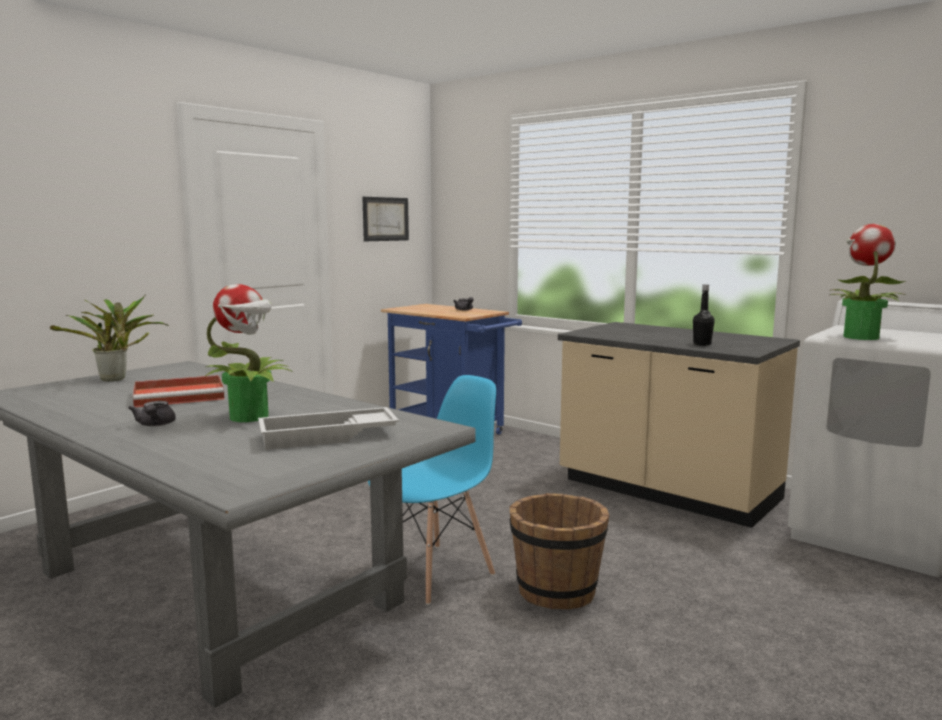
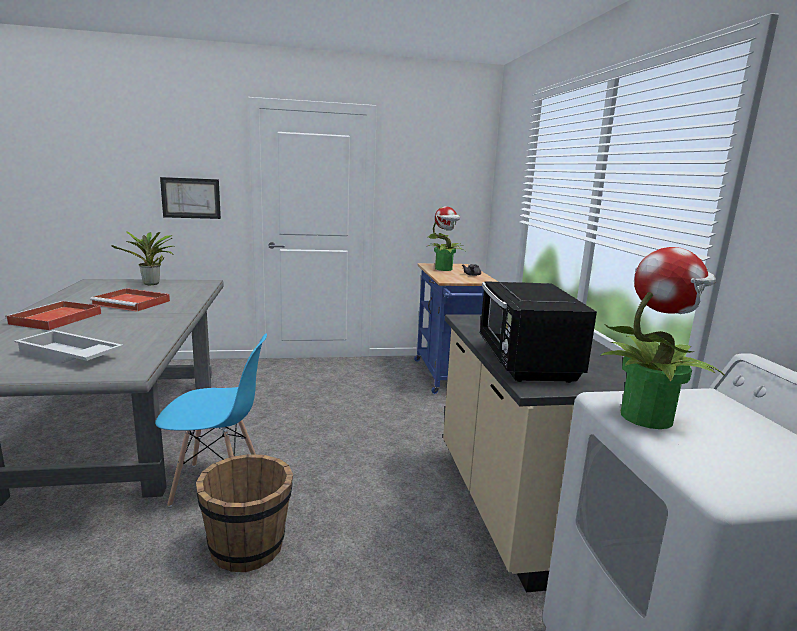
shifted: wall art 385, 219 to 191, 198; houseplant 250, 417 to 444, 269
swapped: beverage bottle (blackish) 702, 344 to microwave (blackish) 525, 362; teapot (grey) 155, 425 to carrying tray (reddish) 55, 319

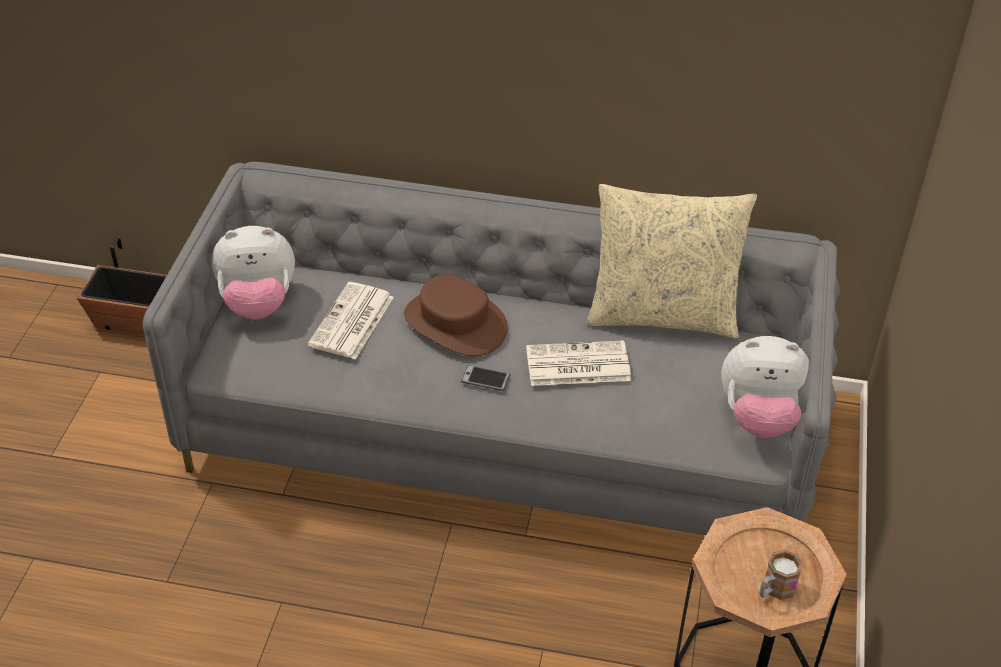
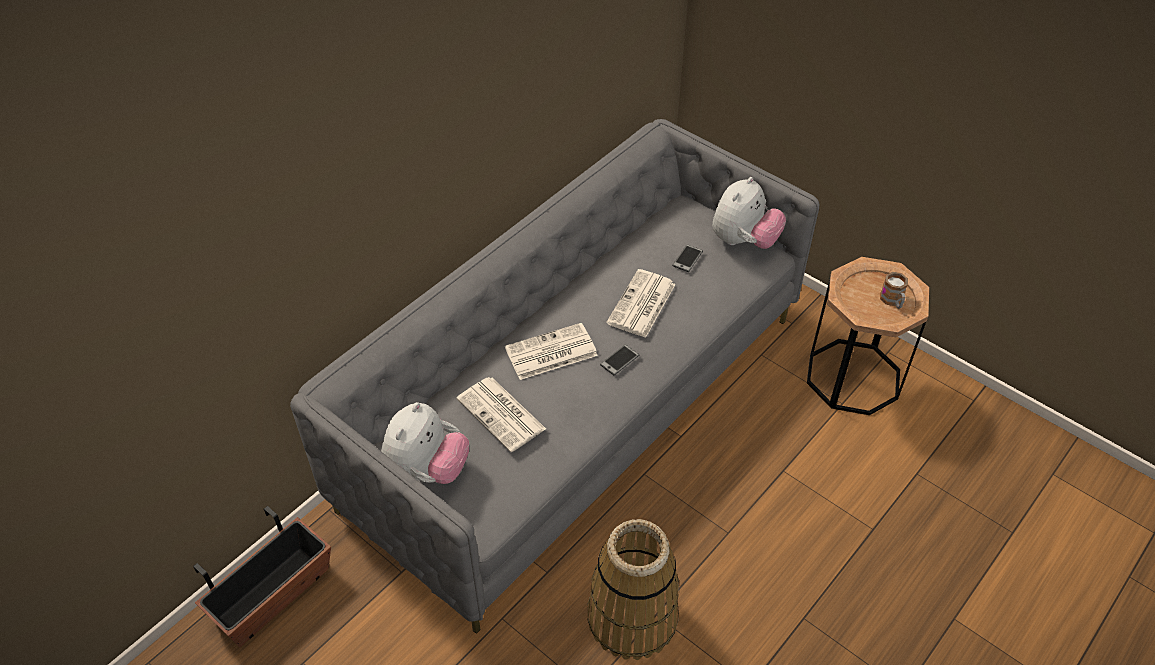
gone: throw pillow (beige) 662, 314
new: phone 687, 258; household basket 631, 617
swapped: wearable hat (brown-coloured) 455, 323 to daily paper 550, 353

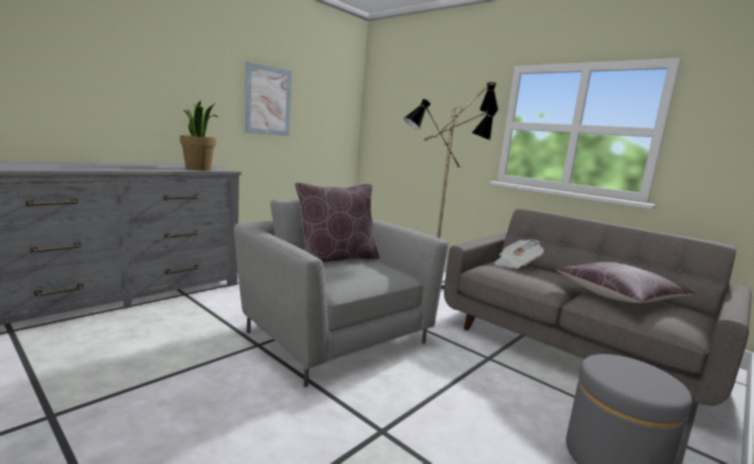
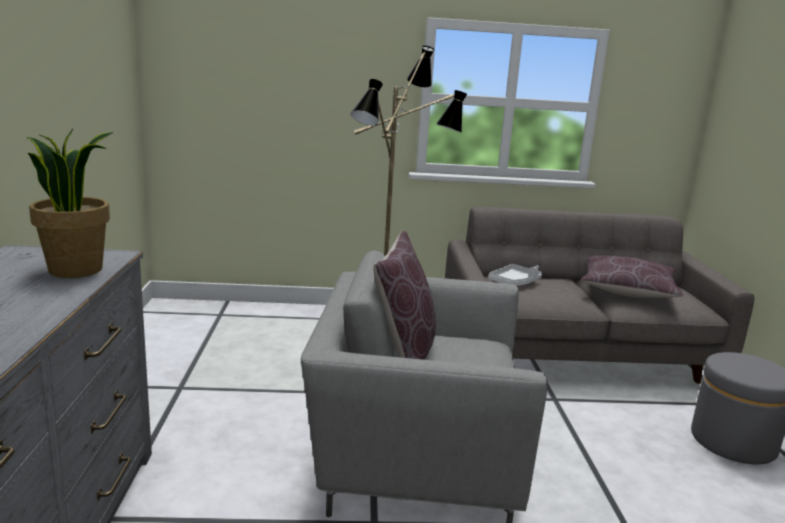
gone: wall art 268, 101
swapped: daily paper 516, 265 to carrying tray (white-coloured) 514, 282

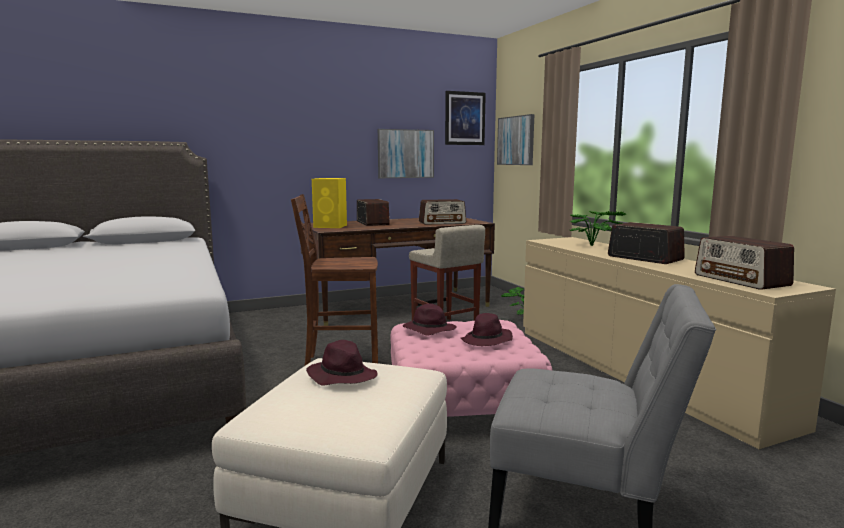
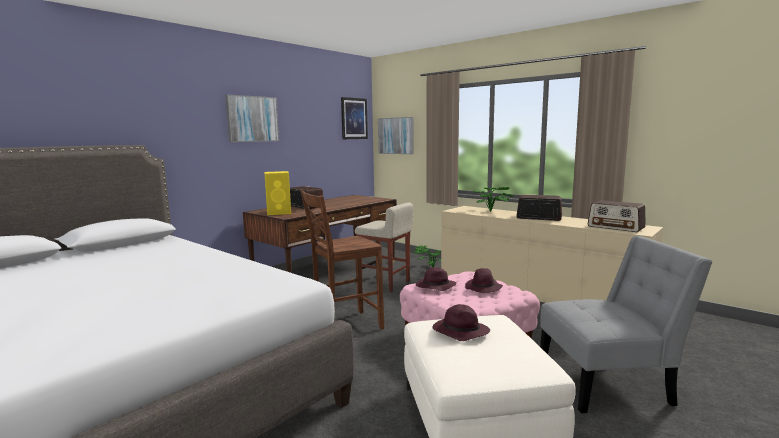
gone: radio receiver 442, 223
shifted: wall art 405, 153 to 252, 119

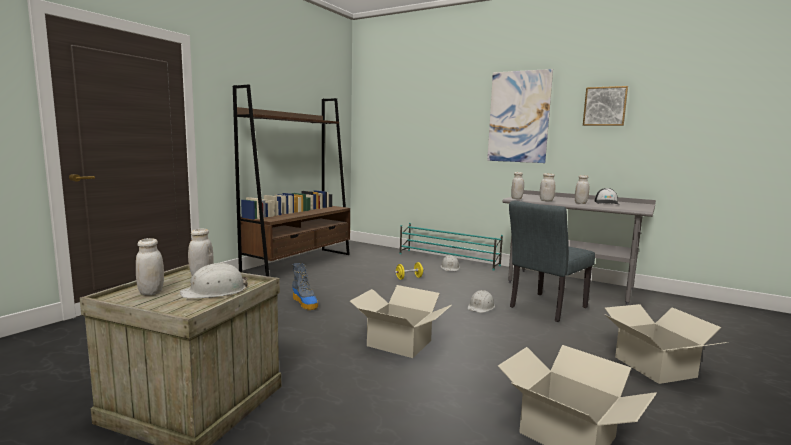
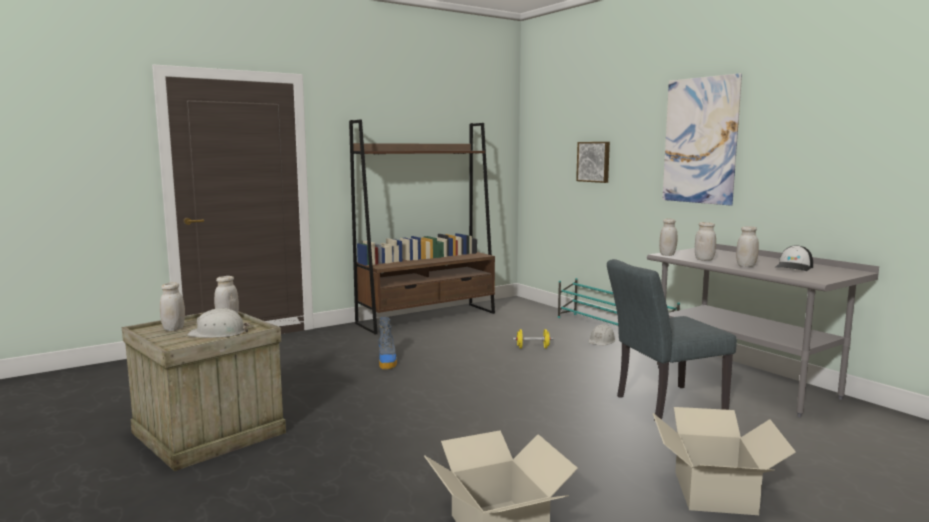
gone: packing box 399, 343; hard hat (white-coloured) 481, 307
shifted: wall art 605, 106 to 594, 162

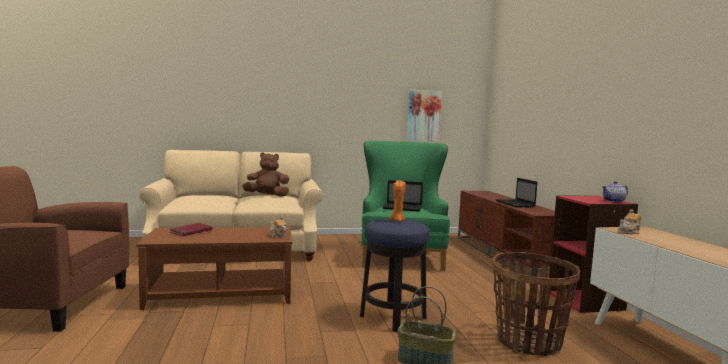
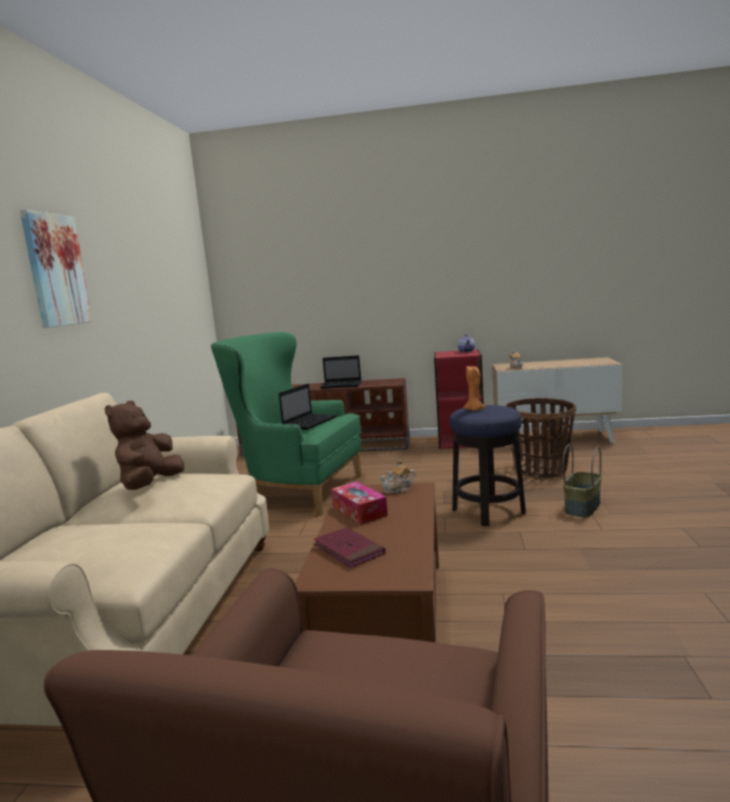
new: box of tissues 359, 511
shifted: wall art 423, 116 to 56, 270

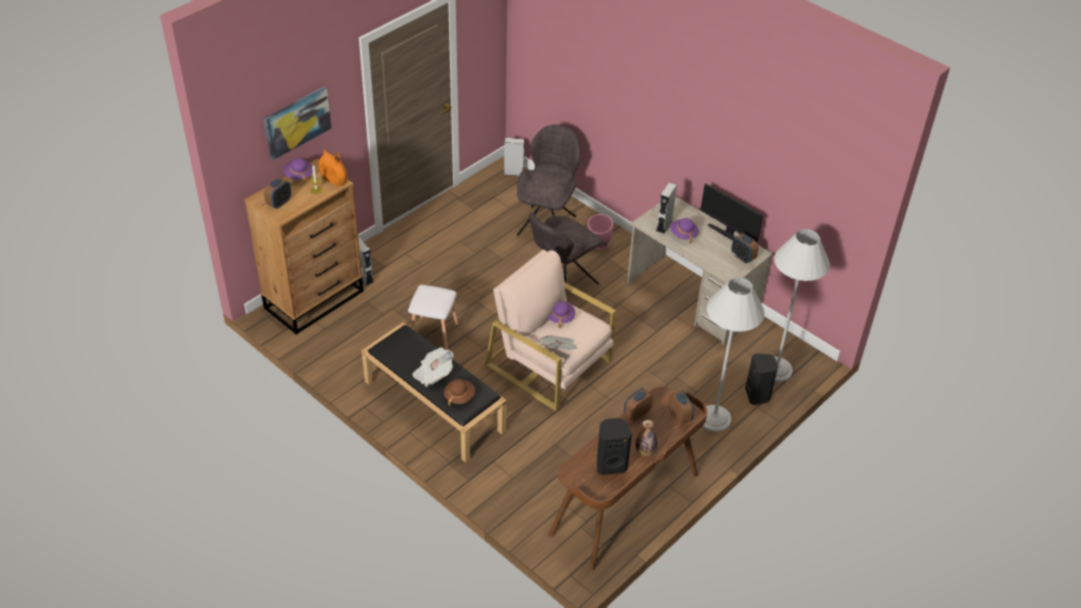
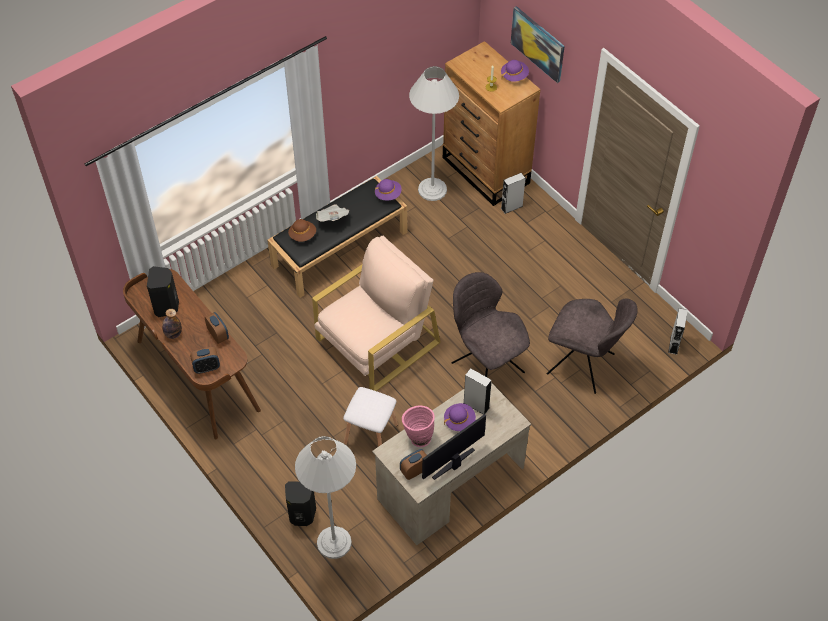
gone: flower vase (orange-coloured) 333, 179; table clock 279, 203; daily paper 559, 349
shifted: flower vase (pinkish) 598, 246 to 417, 437; standing lamp (white-coloured) 714, 418 to 432, 189; stool seat (white-coloured) 433, 334 to 371, 433; wearable hat (purple-coloured) 560, 317 to 388, 194

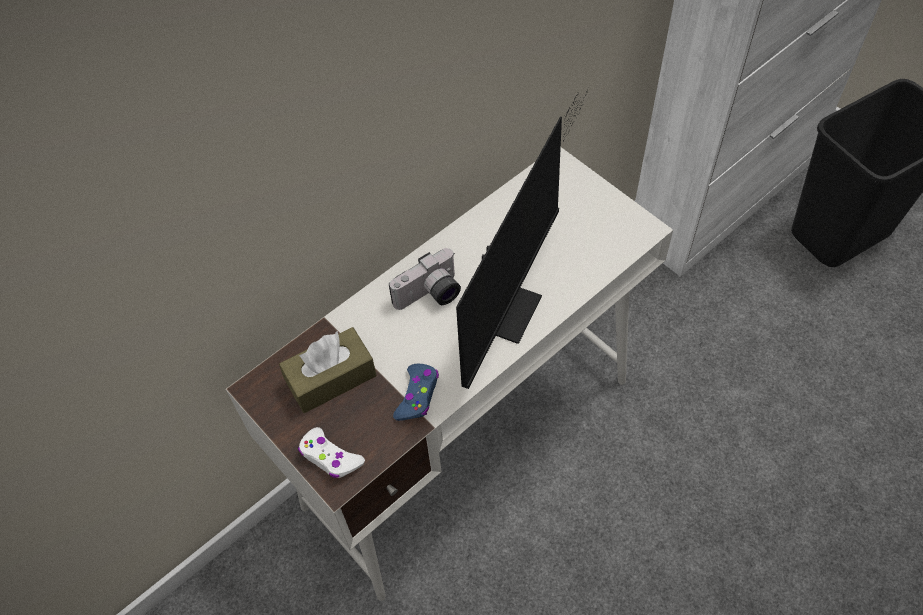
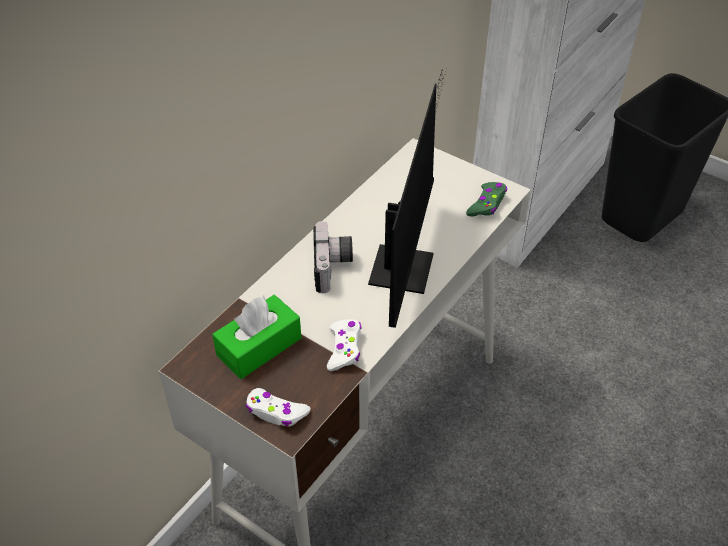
new: gamepad (green) 487, 204
repainted: box of tissues (brown-coloured) 331, 378 to box of tissues (green) 259, 346; gamepad (blue-coloured) 417, 396 to gamepad (white-coloured) 344, 348
rotated: still camera 430, 296 = 333, 267 45 degrees counterclockwise

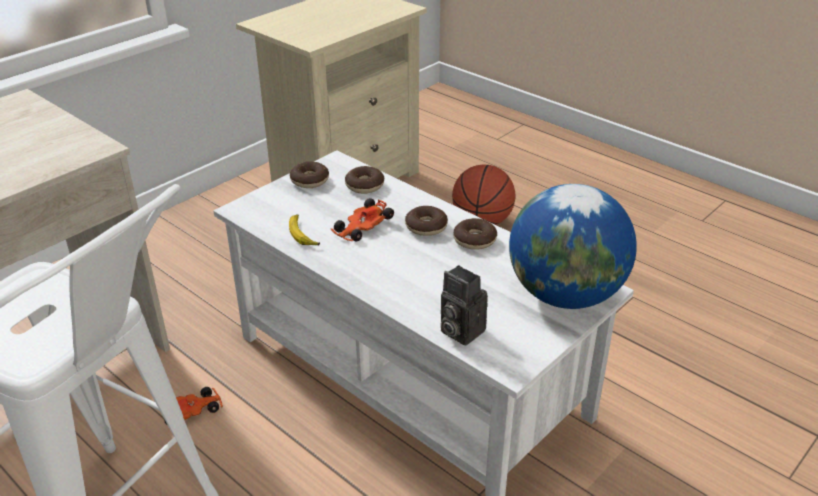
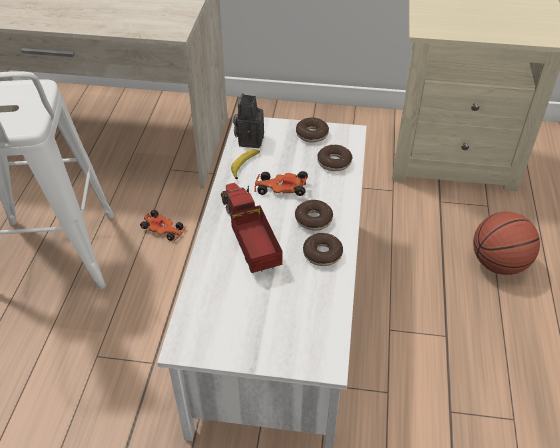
gone: globe 565, 295
new: toy lorry 249, 237
shifted: still camera 459, 331 to 249, 139

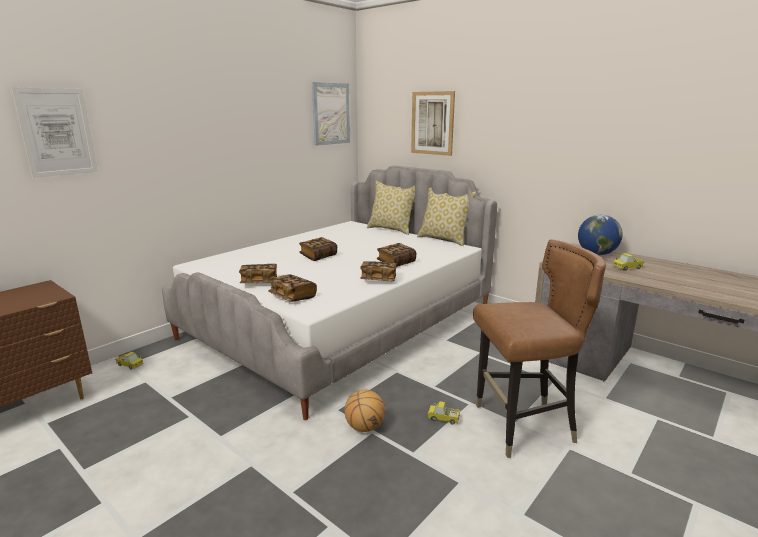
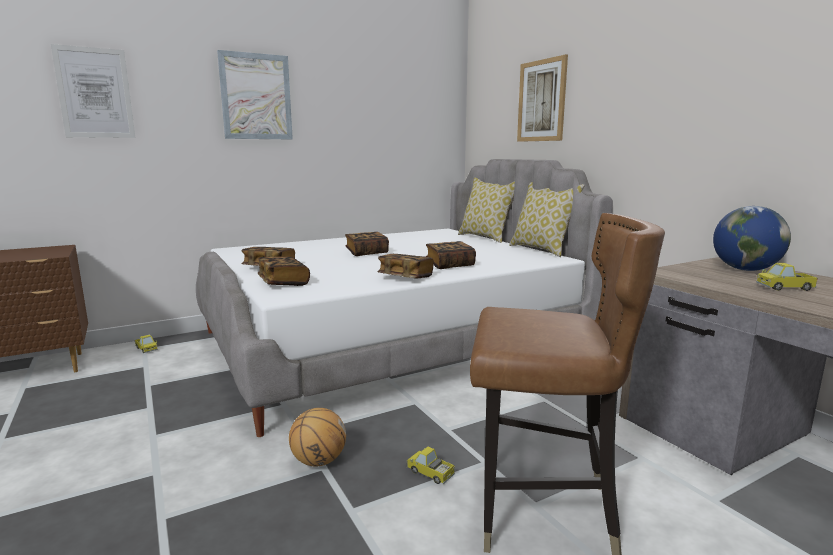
shifted: wall art 331, 114 to 256, 97

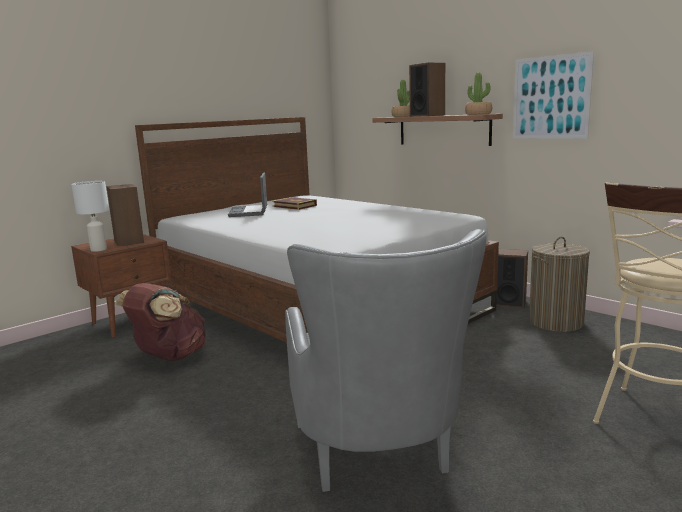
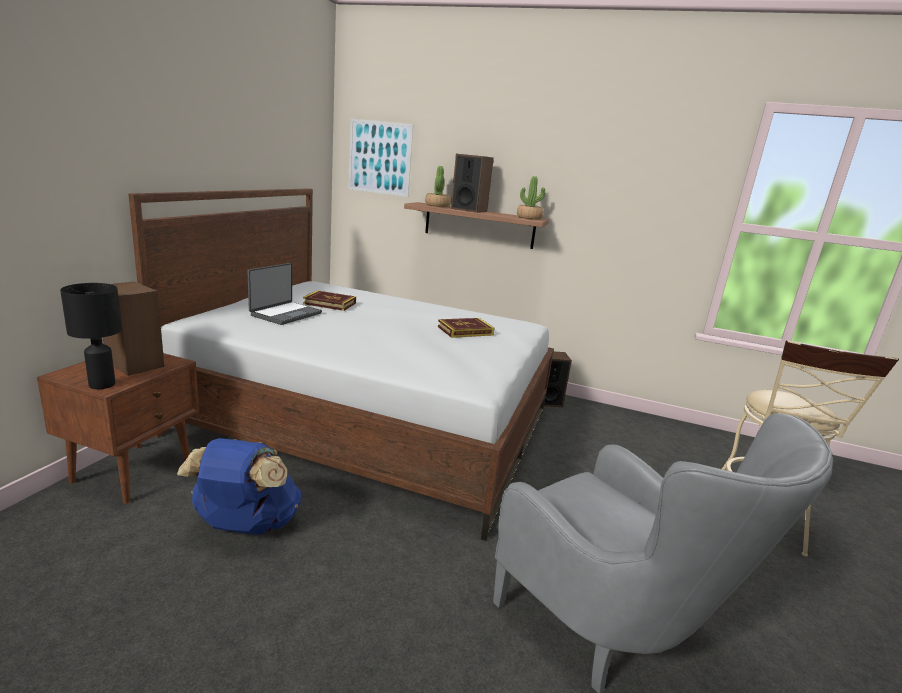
gone: washing basket 556, 322
new: book 465, 331
shifted: wall art 550, 97 to 379, 158
repainted: table lamp (white-coloured) 98, 250 to table lamp (blackish) 102, 385; knapsack (brown-coloured) 169, 356 to knapsack (blue-coloured) 245, 526
rotated: notebook computer 249, 212 = 285, 314 120 degrees counterclockwise

